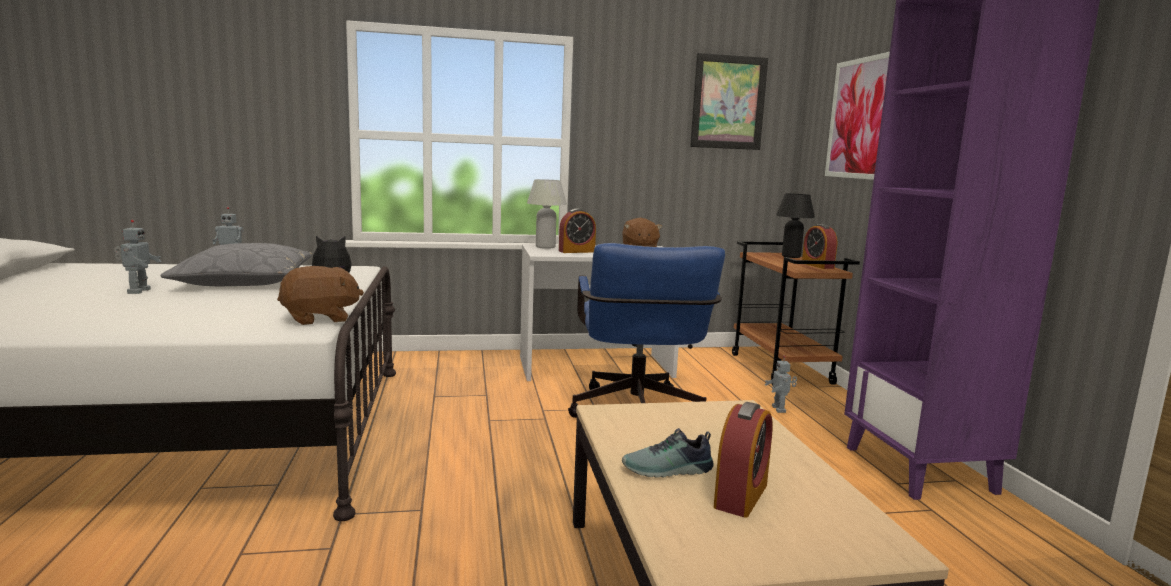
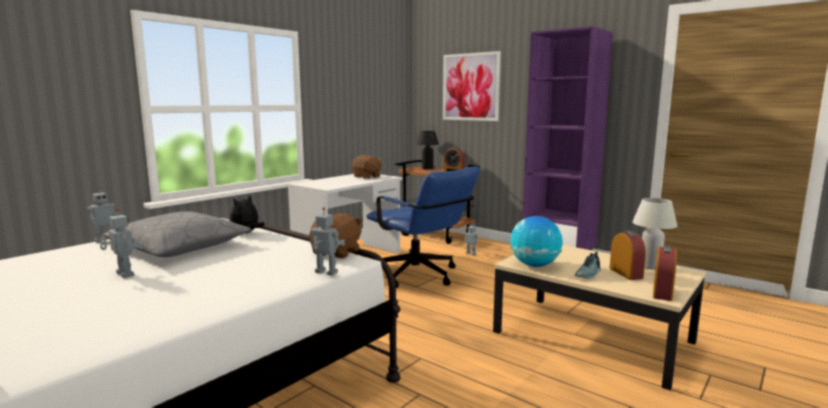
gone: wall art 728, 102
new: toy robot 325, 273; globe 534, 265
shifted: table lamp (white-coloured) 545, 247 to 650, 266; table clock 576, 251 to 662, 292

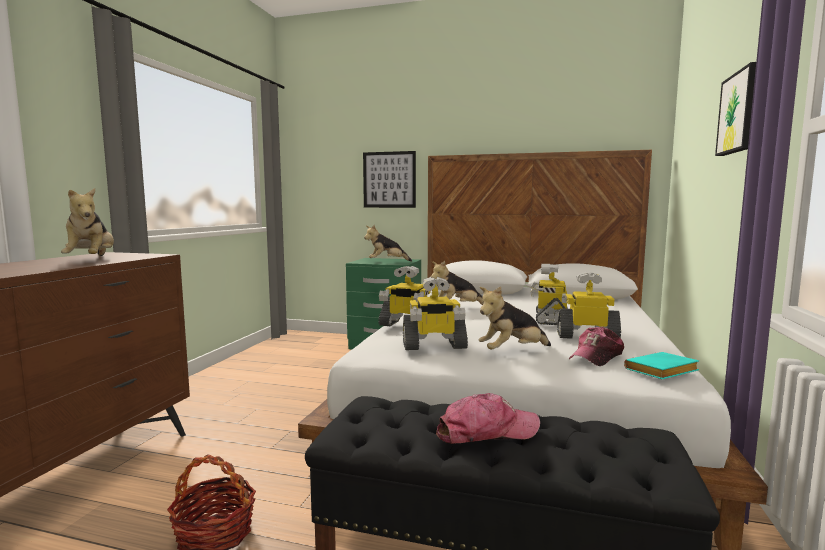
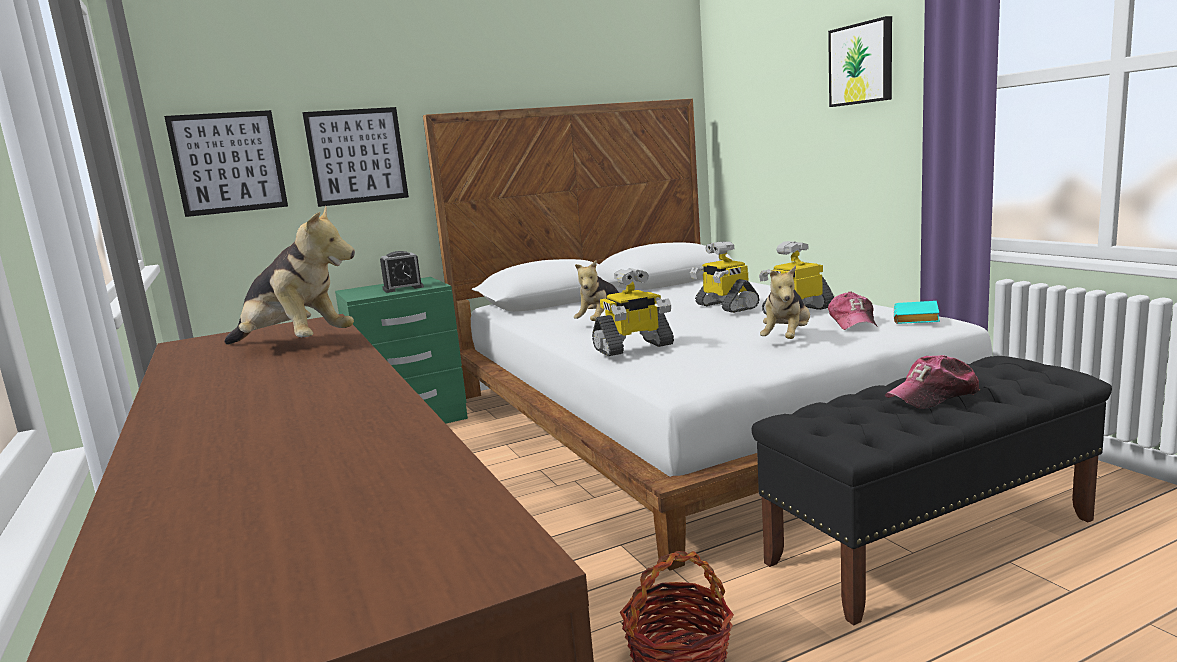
gone: toy robot 433, 345
new: wall art 228, 163
swapped: plush toy 386, 262 to table clock 403, 288
rotated: peaked cap 486, 432 = 933, 396 150 degrees counterclockwise

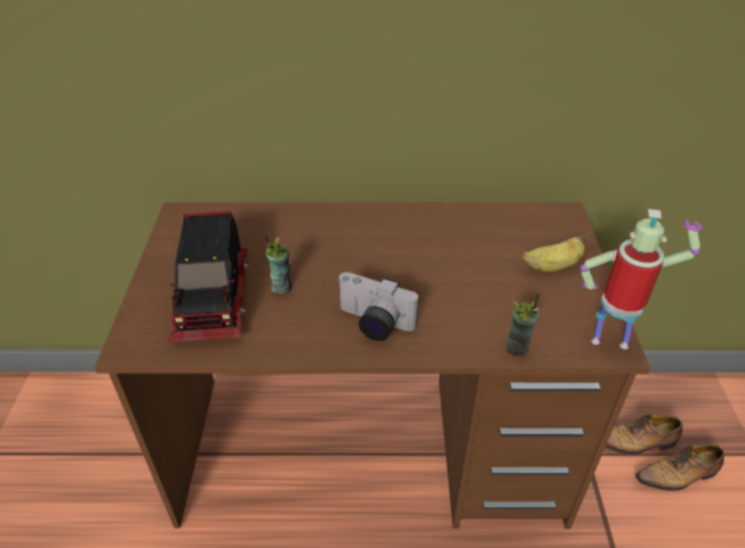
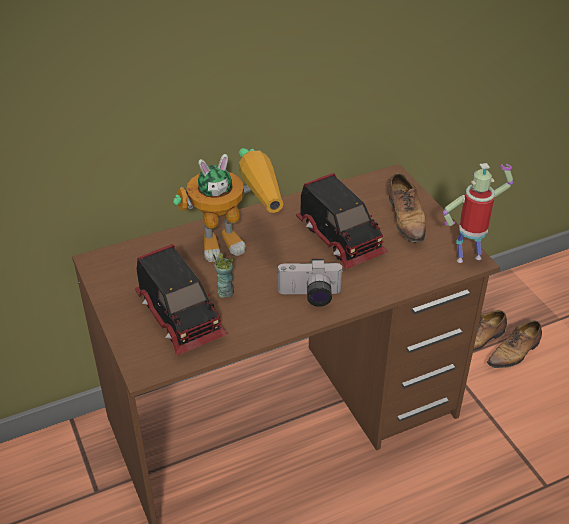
gone: drinking cup 517, 348
new: toy robot 236, 240; toy lorry 341, 238
swapped: whole banana 552, 267 to low shoe 406, 218

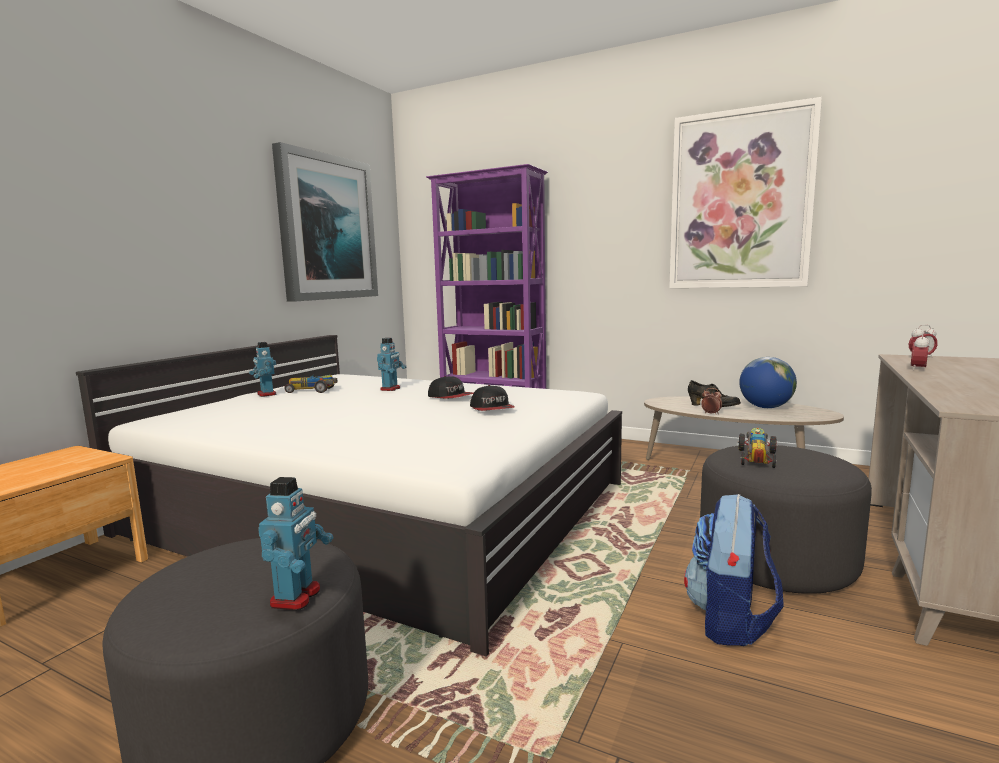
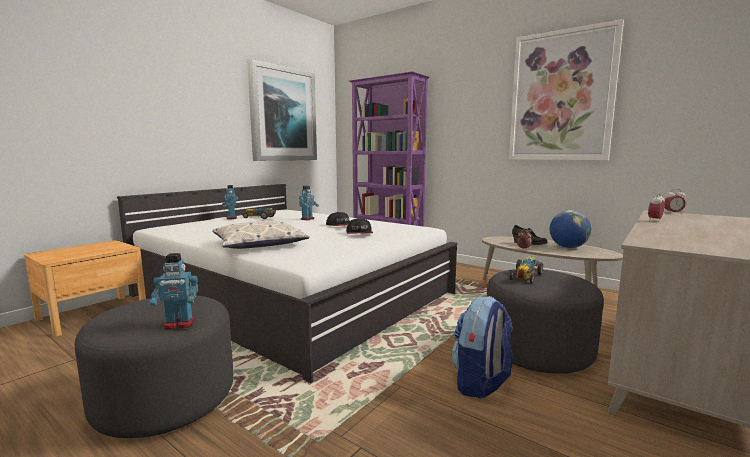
new: throw pillow 259, 244
rotated: toy robot 297, 597 = 179, 324 60 degrees clockwise

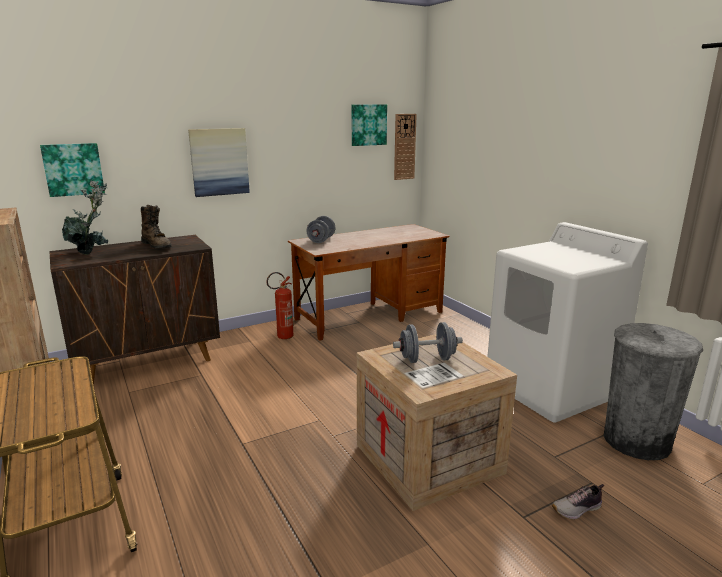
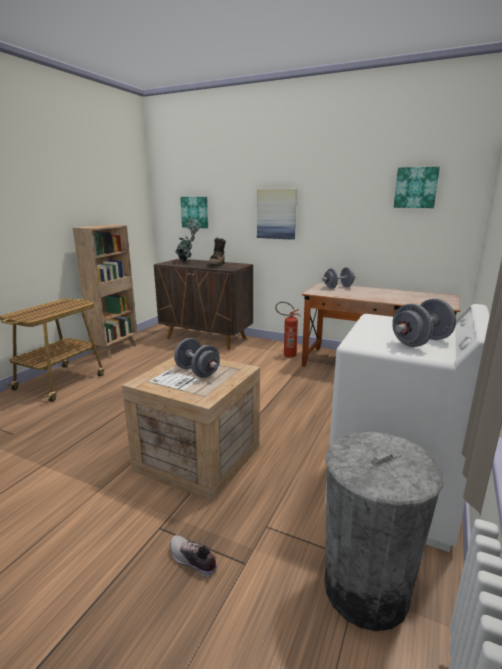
gone: hanging clock 404, 147
new: hand weight (grey) 420, 342

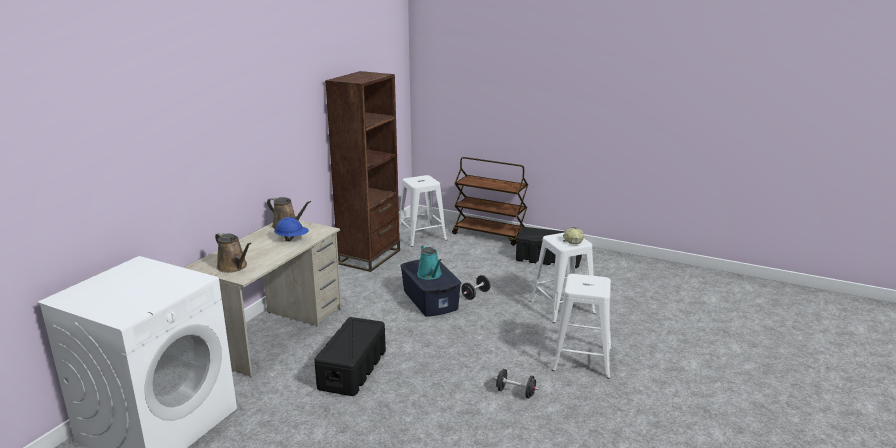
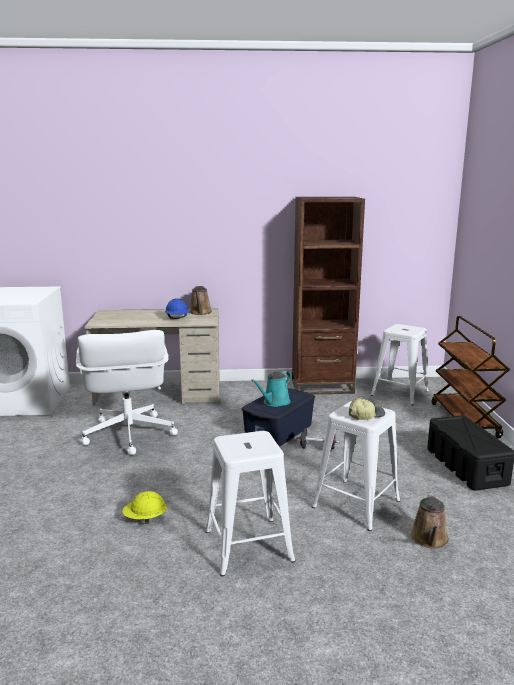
shifted: watering pot (brown-coloured) 234, 267 to 429, 540
swapped: storage box (blackish) 352, 370 to desk chair (white-coloured) 128, 435; hand weight (blackish) 515, 392 to hard hat (yellow) 145, 519

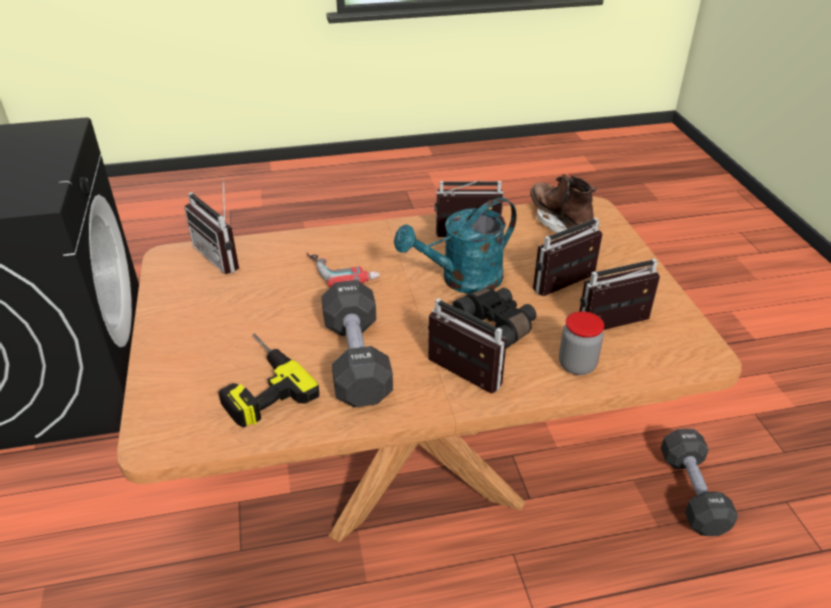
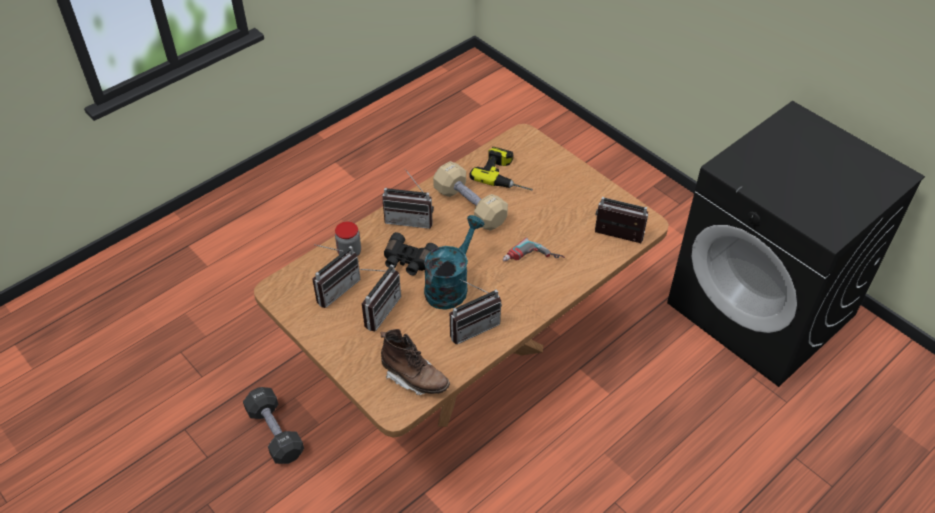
repainted: hand weight (blackish) 356, 360 to hand weight (beige) 470, 206

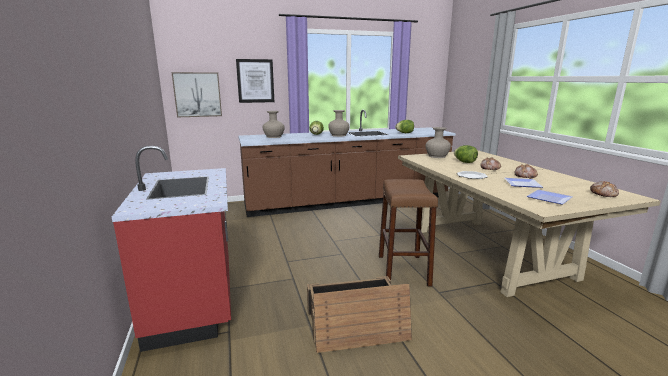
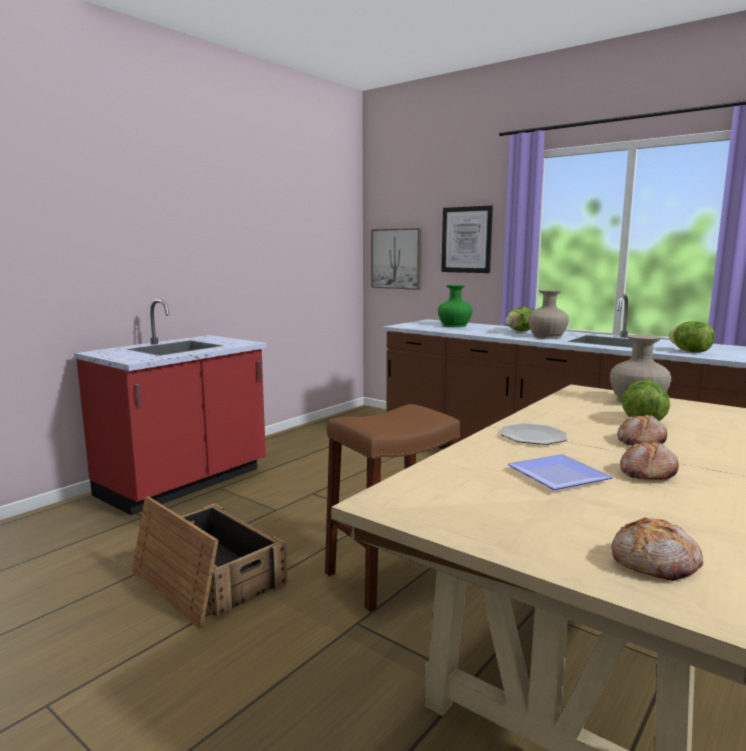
gone: dinner plate 547, 198
repainted: flower vase (beige) 274, 136 to flower vase (green) 454, 325

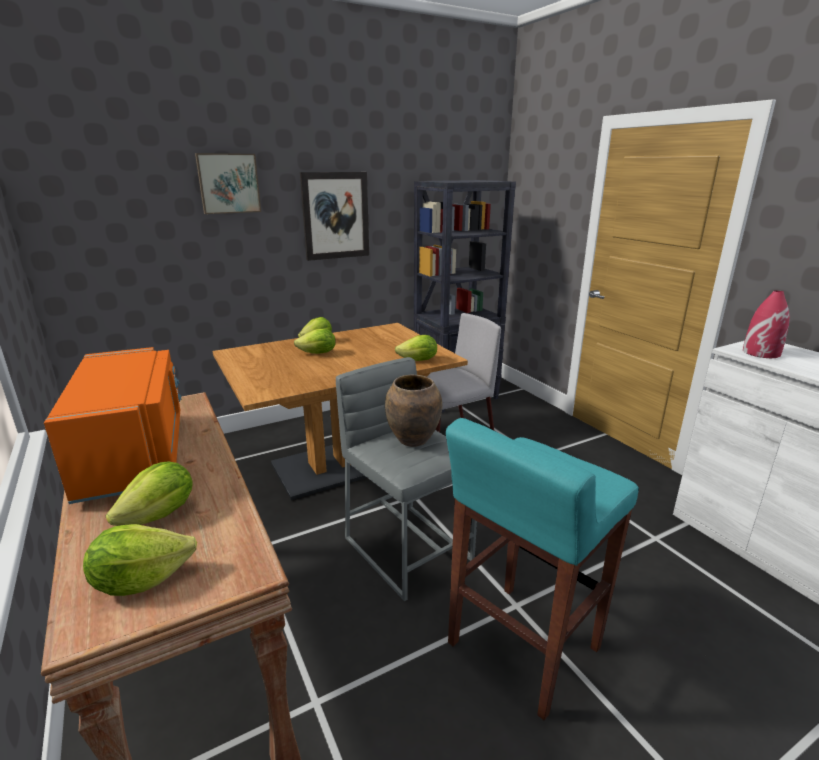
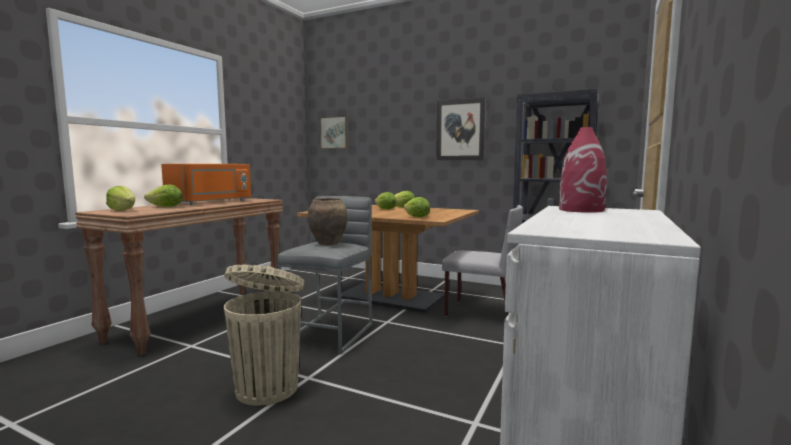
shifted: wall art 228, 183 to 334, 133
swapped: stool seat (turquoise) 521, 647 to trash can (beige) 268, 387

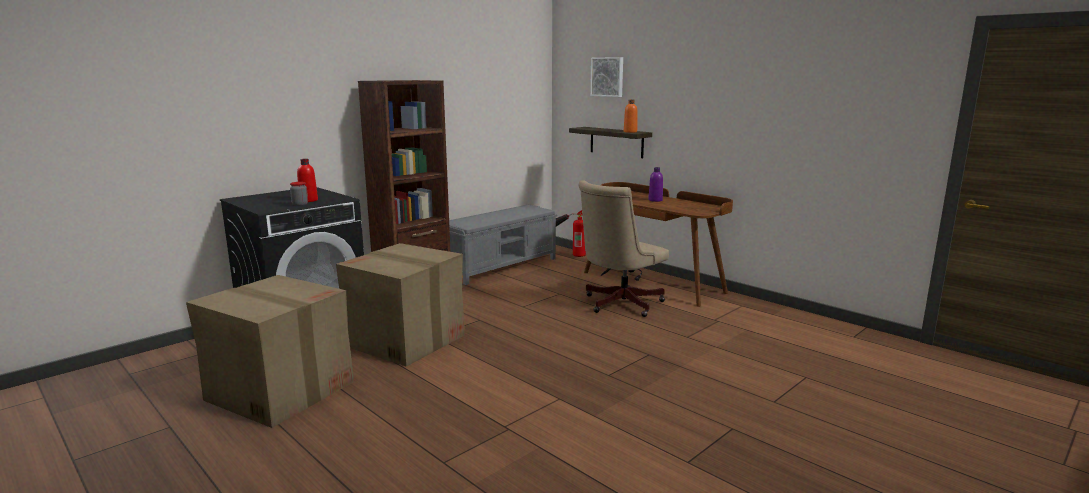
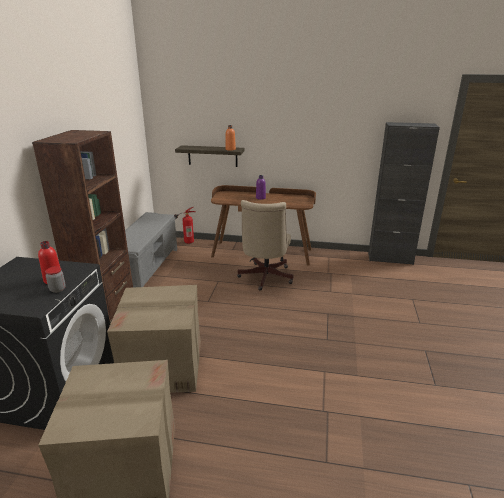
gone: wall art 607, 77
new: cabinet (blackish) 390, 258

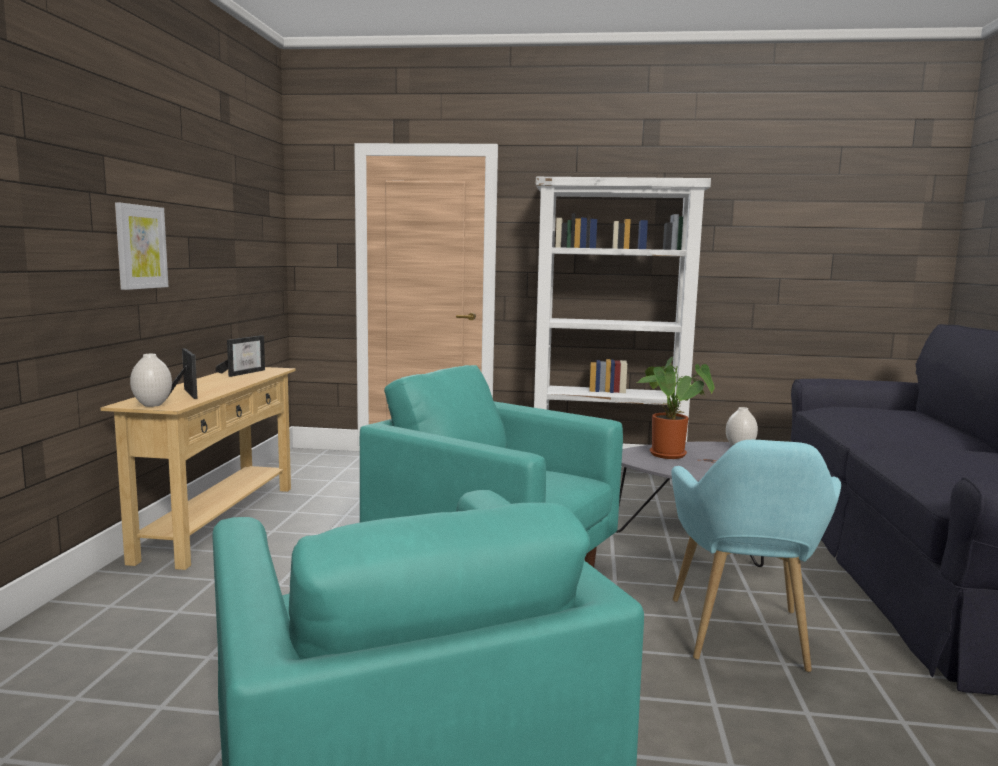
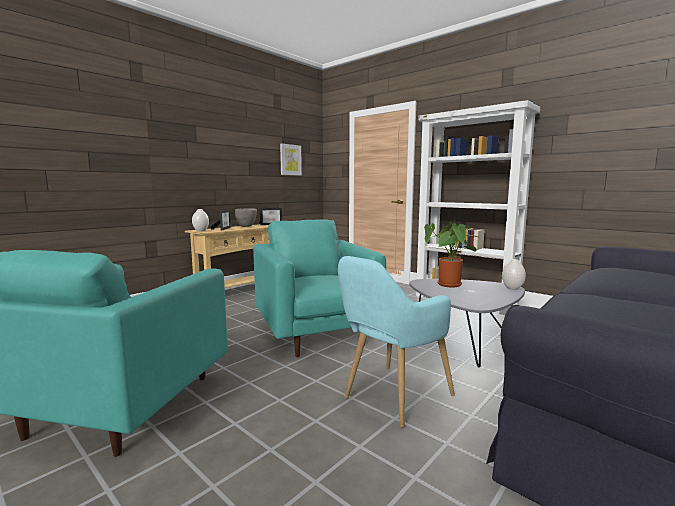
new: bowl (grey) 246, 226
shifted: wall art 140, 247 to 290, 160

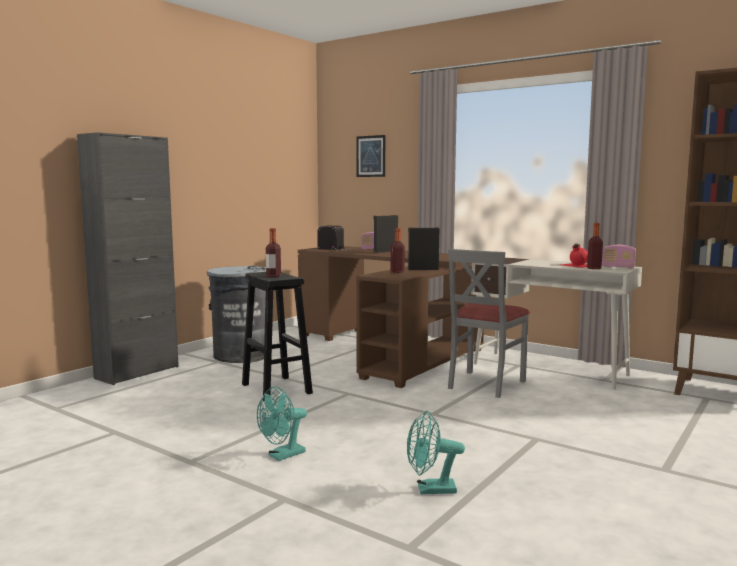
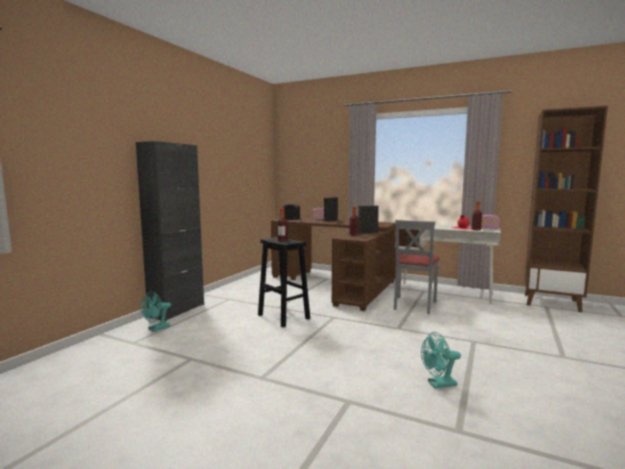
gone: wall art 371, 156; trash can (grey) 242, 355
shifted: fan (turquoise) 282, 456 to 156, 329

